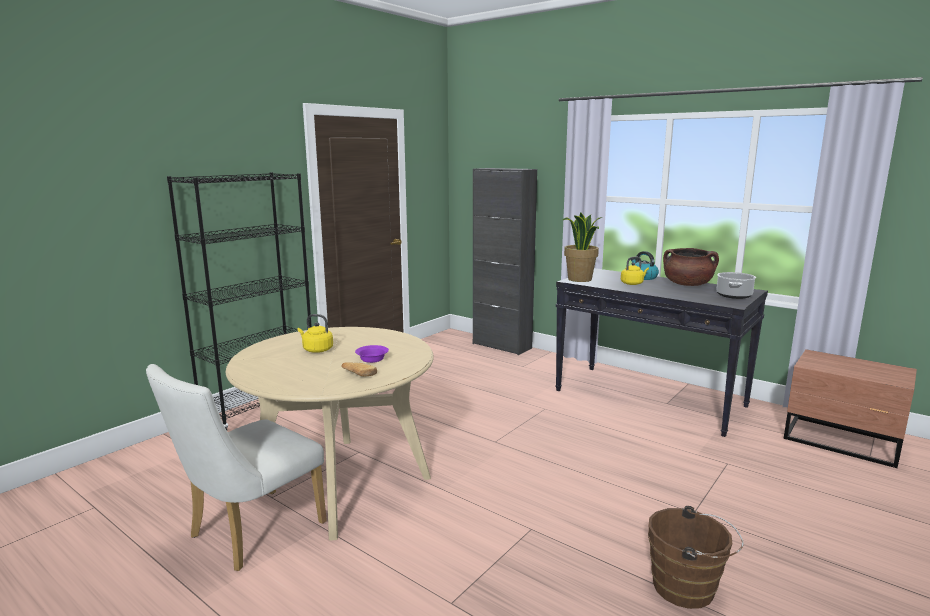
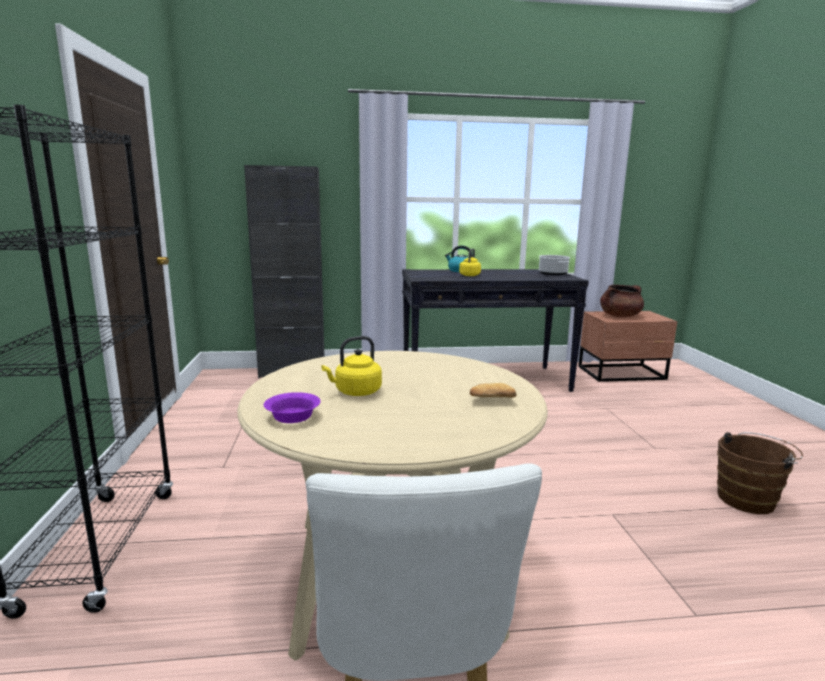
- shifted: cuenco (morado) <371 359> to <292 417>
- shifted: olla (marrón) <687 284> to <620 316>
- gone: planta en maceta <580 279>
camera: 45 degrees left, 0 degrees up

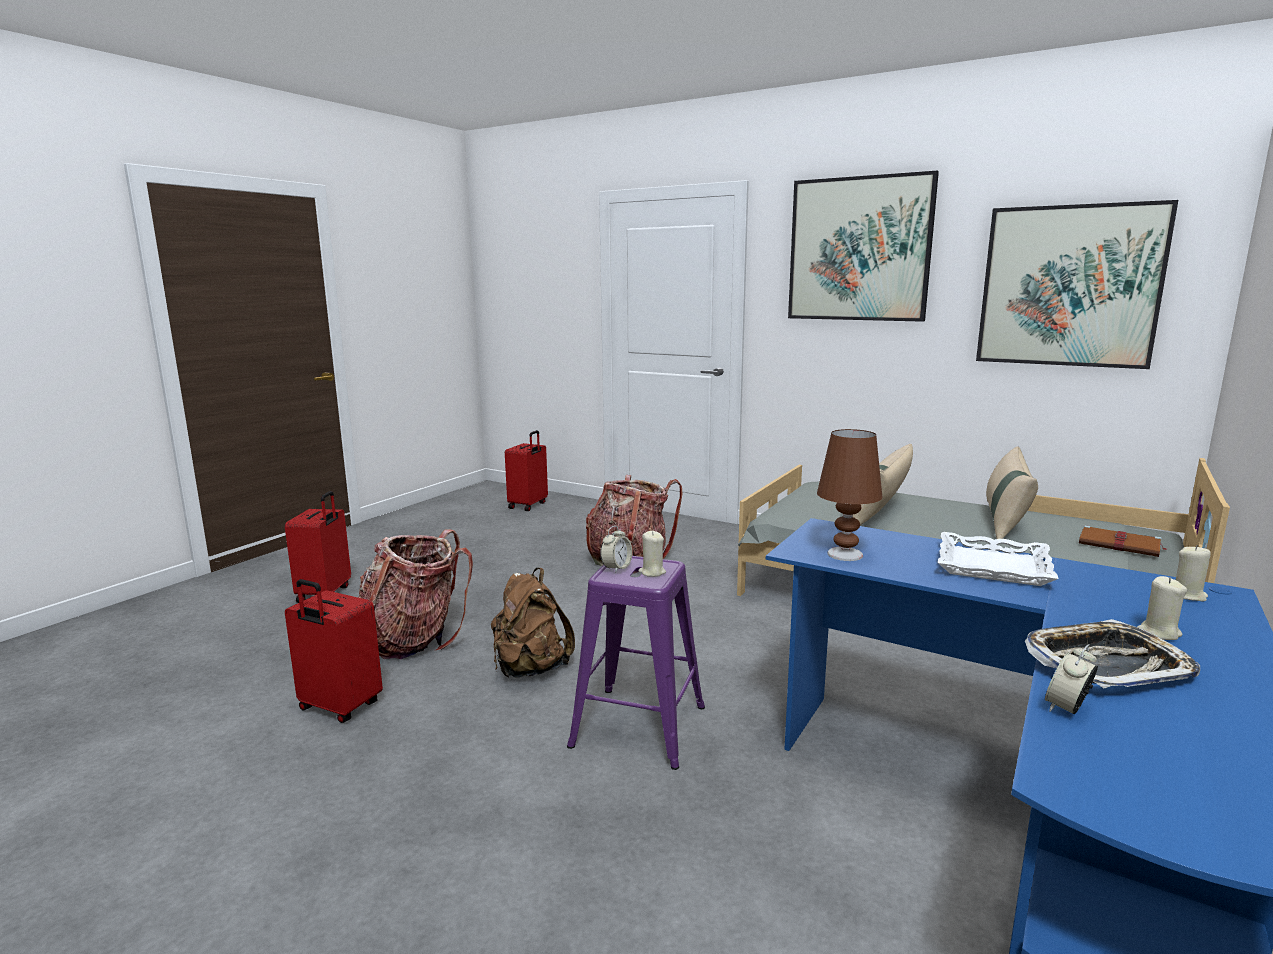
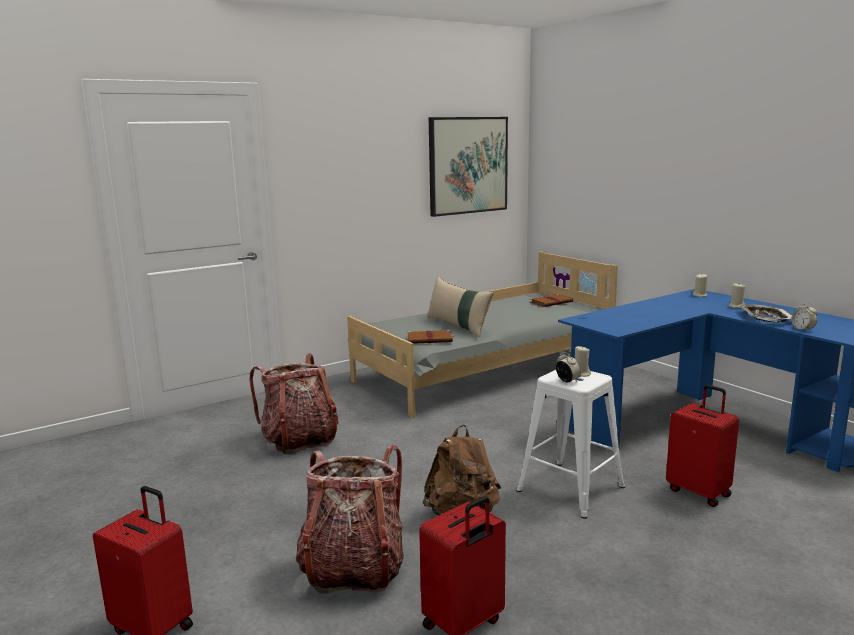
- new: libro (marrón) <430 339>
- repainted: taburete (morado) <637 724> to taburete (blanco) <569 488>
- shifted: maleta (rojo) <528 505> to <699 492>
- gone: cuadro <859 249>
- gone: lámpara de mesa (marrón) <845 554>
- gone: bandeja (blanco) <993 566>
- gone: cojín (beis) <1005 522>
camera: 65 degrees left, 0 degrees up

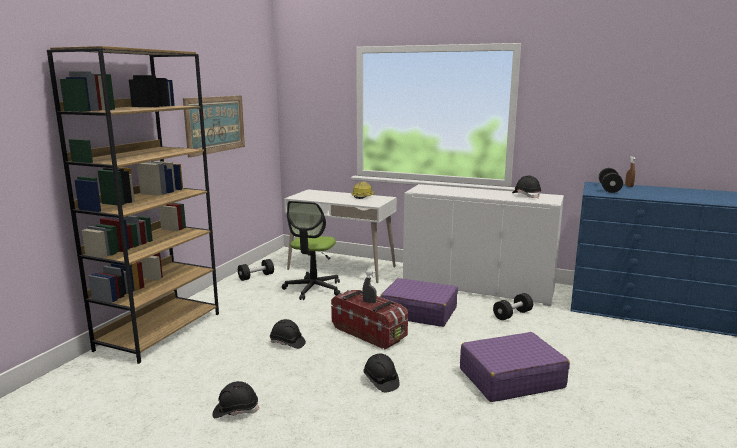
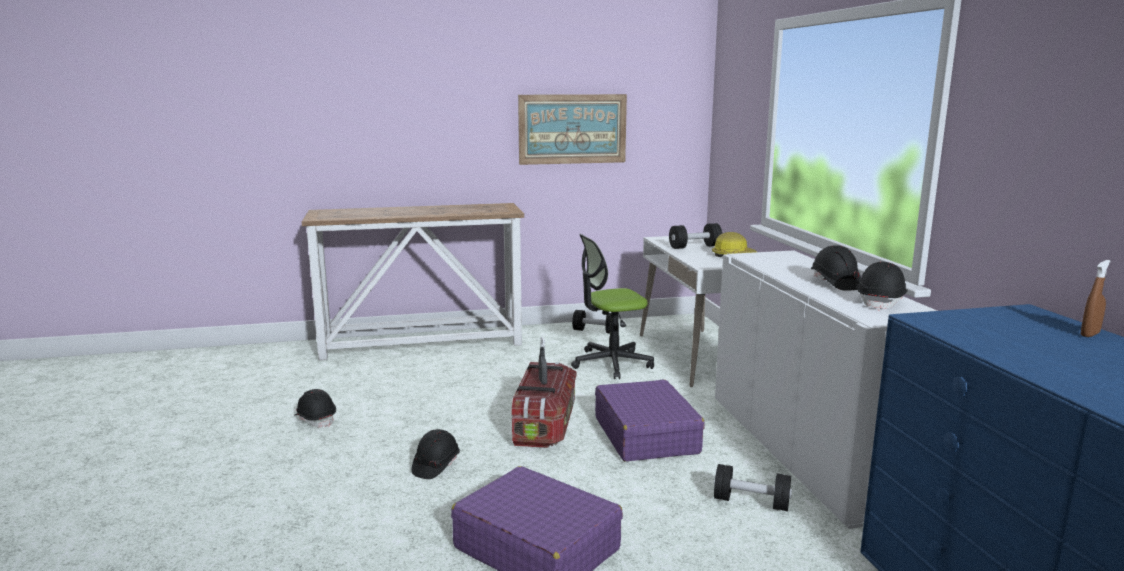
- swapped: estantería (marrón) <160 331> to mesa consola <423 342>
- shifted: mancuerna (negro) <609 189> to <695 247>
- shifted: casco (negro) <287 343> to <835 283>
camera: 55 degrees right, 0 degrees up

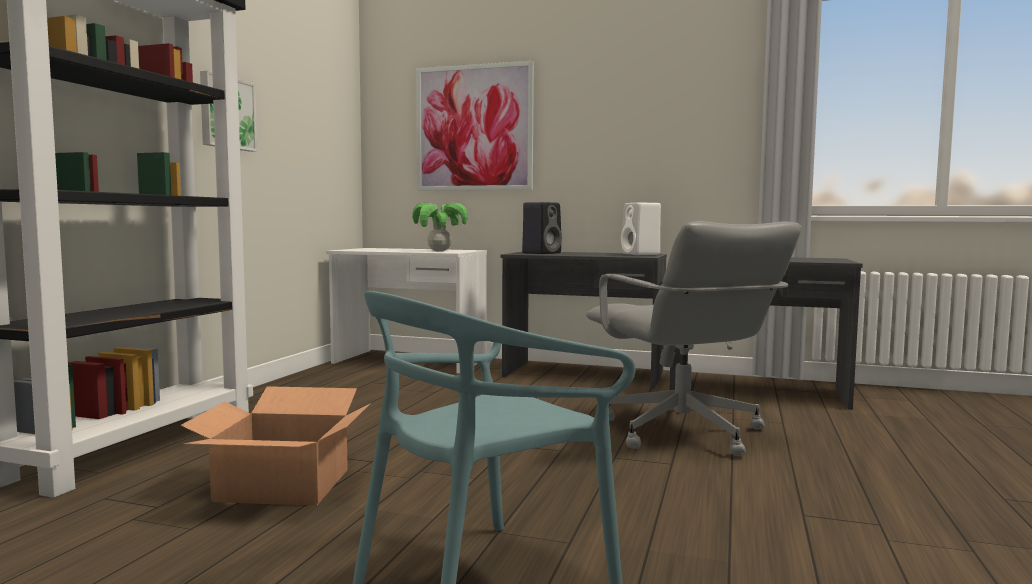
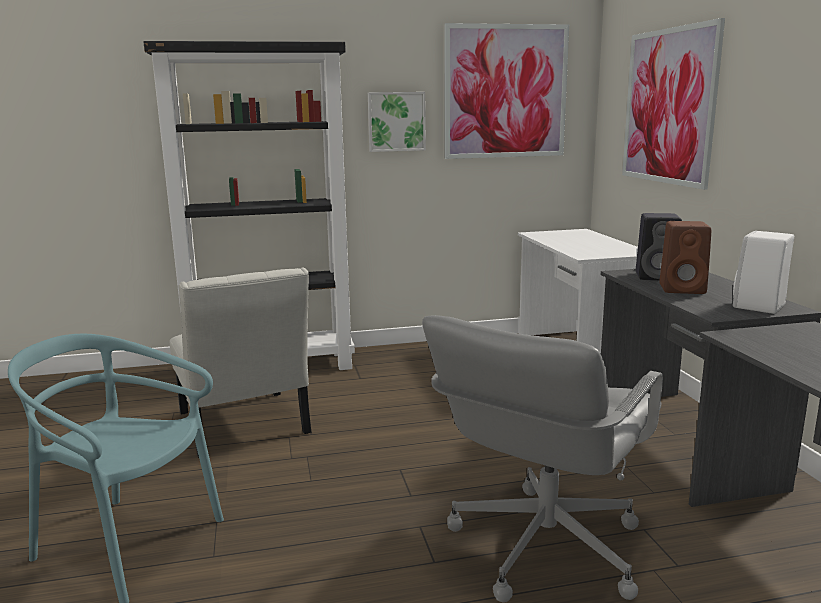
- swapped: caja de cartón <283 486> to silla (blanco) <244 427>
- new: cuadro <505 92>
- new: altavoz (marrón) <683 289>
- gone: planta en maceta <439 251>
camera: 60 degrees right, 10 degrees up

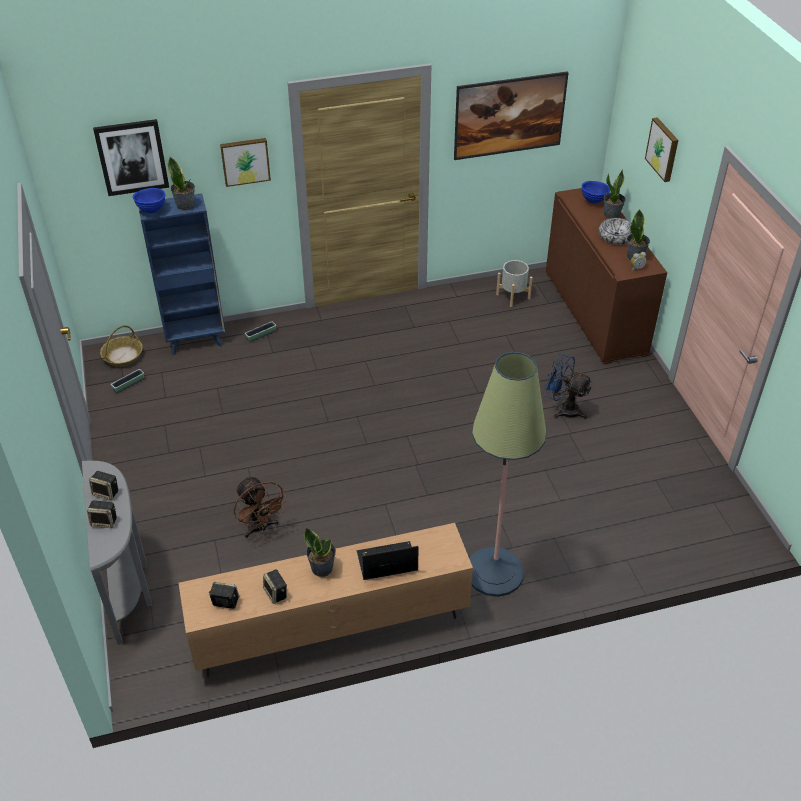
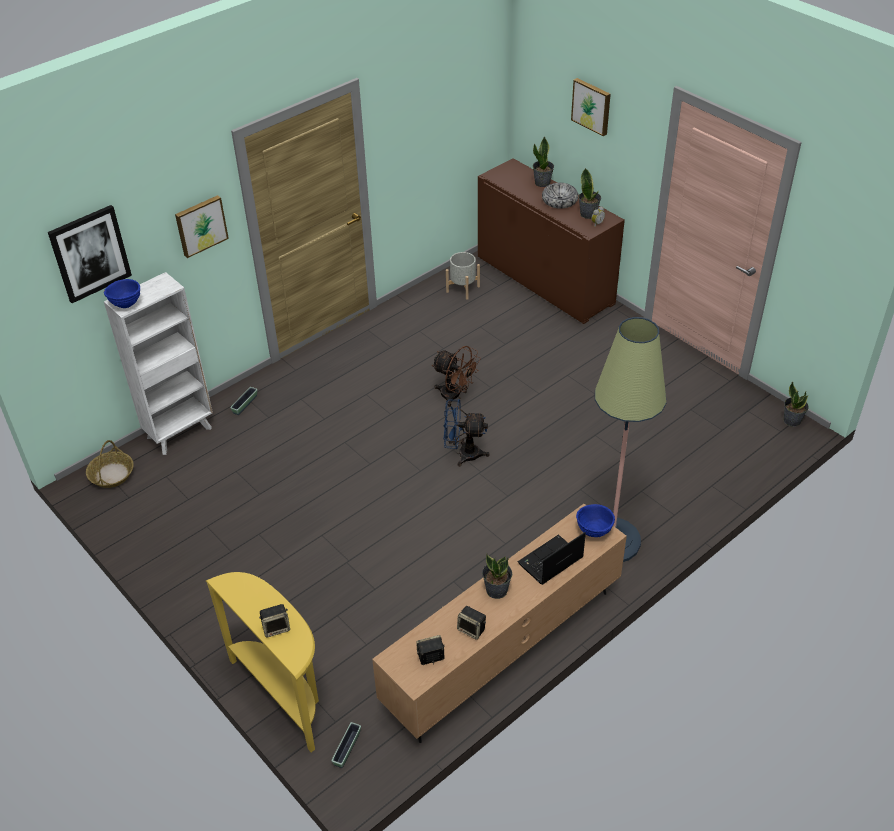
- repainted: estantería (azul) <196 340> to estantería (blanco) <180 432>
- repainted: mesa consola (gris) <130 587> to mesa consola (amarillo) <284 694>
- shifted: maceta <129 384> to <347 749>
- shifted: ventilador (marrón) <260 528> to <455 396>
- shifted: ventilador (azul) <563 409> to <463 454>
- shifted: cuenco (azul) <593 201> to <594 531>
- shifted: planta en maceta <185 205> to <792 420>
- gone: altavoz <106 493>
- gone: cuadro <508 133>
camera: 25 degrees left, 0 degrees up

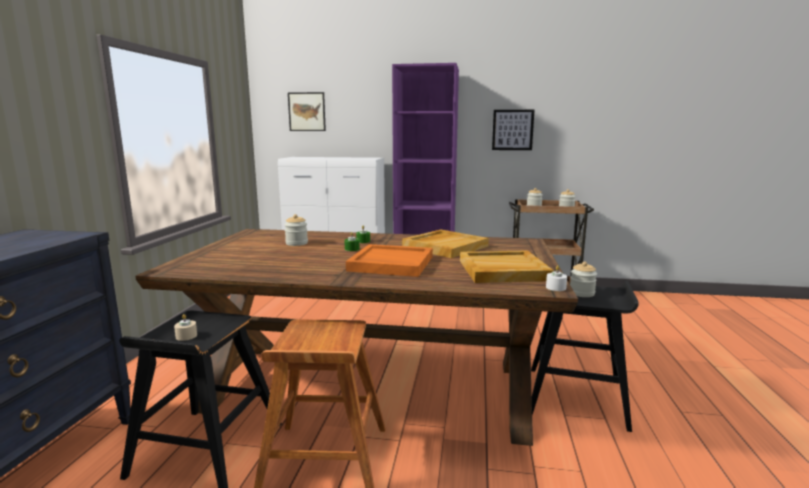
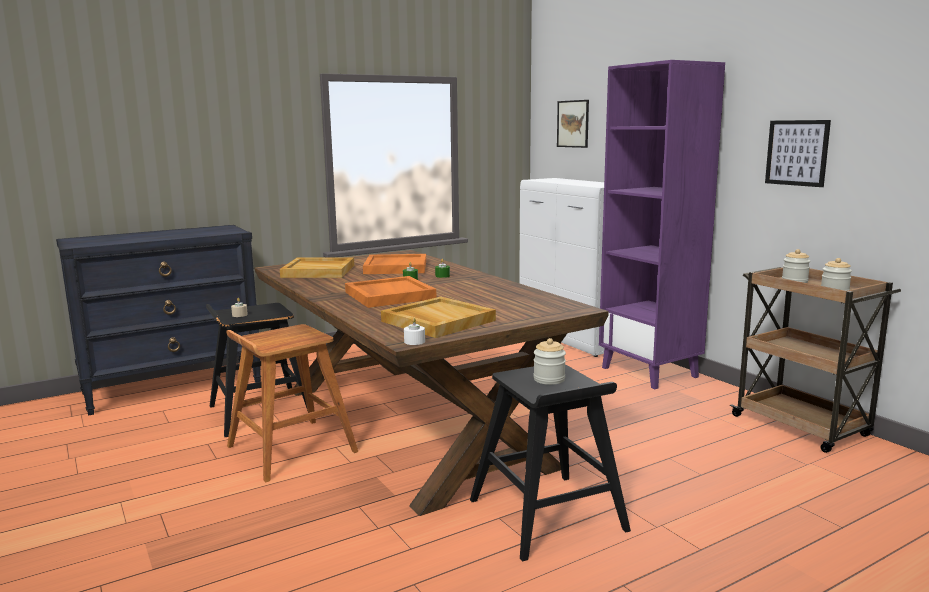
- shifted: bandeja (beis) <445 246> to <319 271>
- swapped: tarro <296 243> to bandeja (naranja) <395 267>
camera: 50 degrees right, 0 degrees up

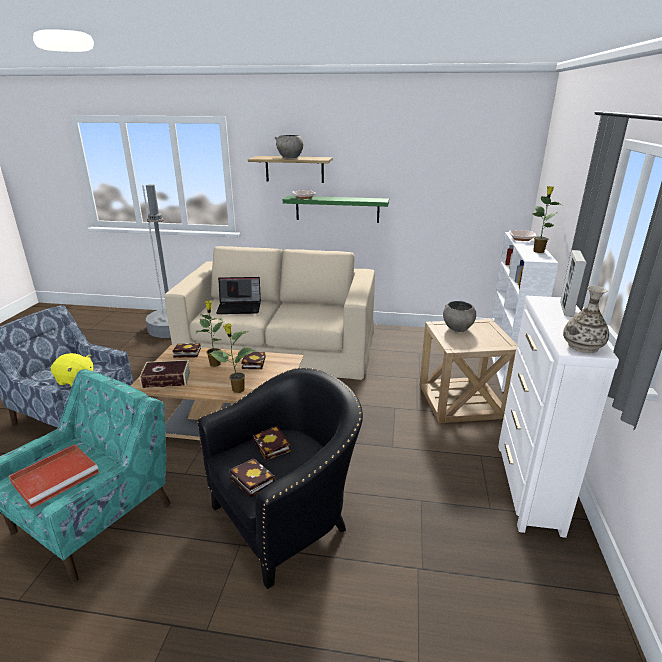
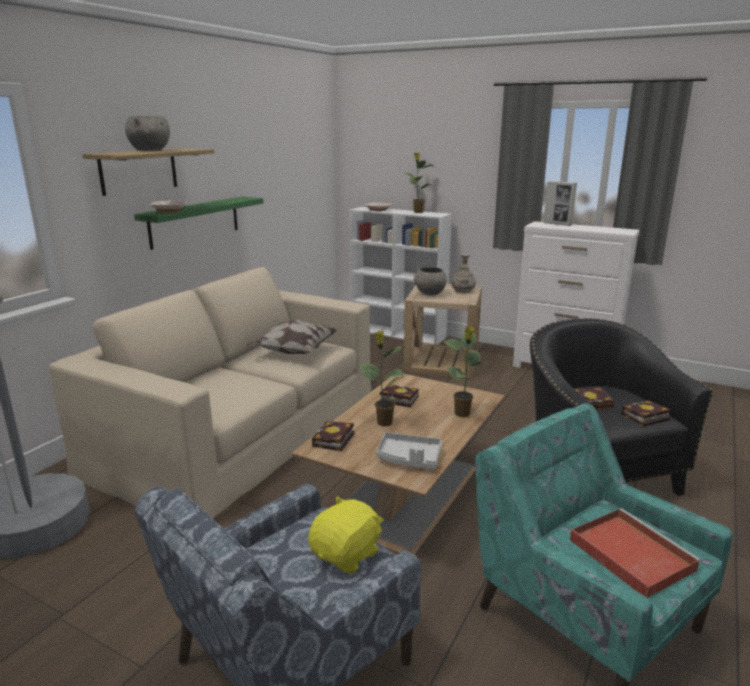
- new: cojín <293 352>
- swapped: libro <166 379> to bandeja (gris) <409 458>
- shifted: florero <582 346> to <463 291>
- gone: portátil <240 307>
camera: 70 degrees left, 5 degrees down

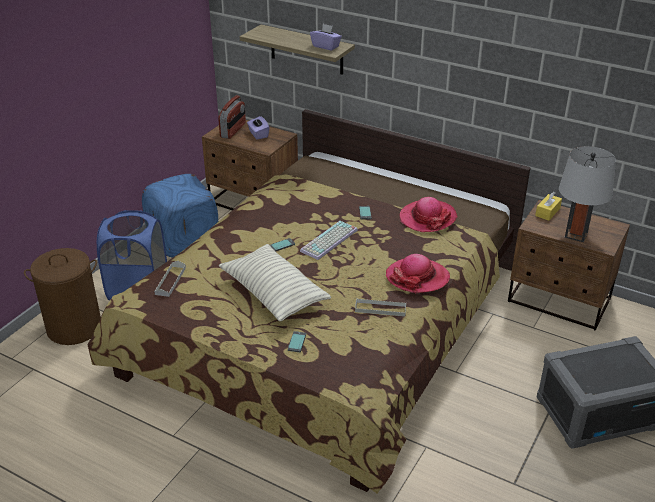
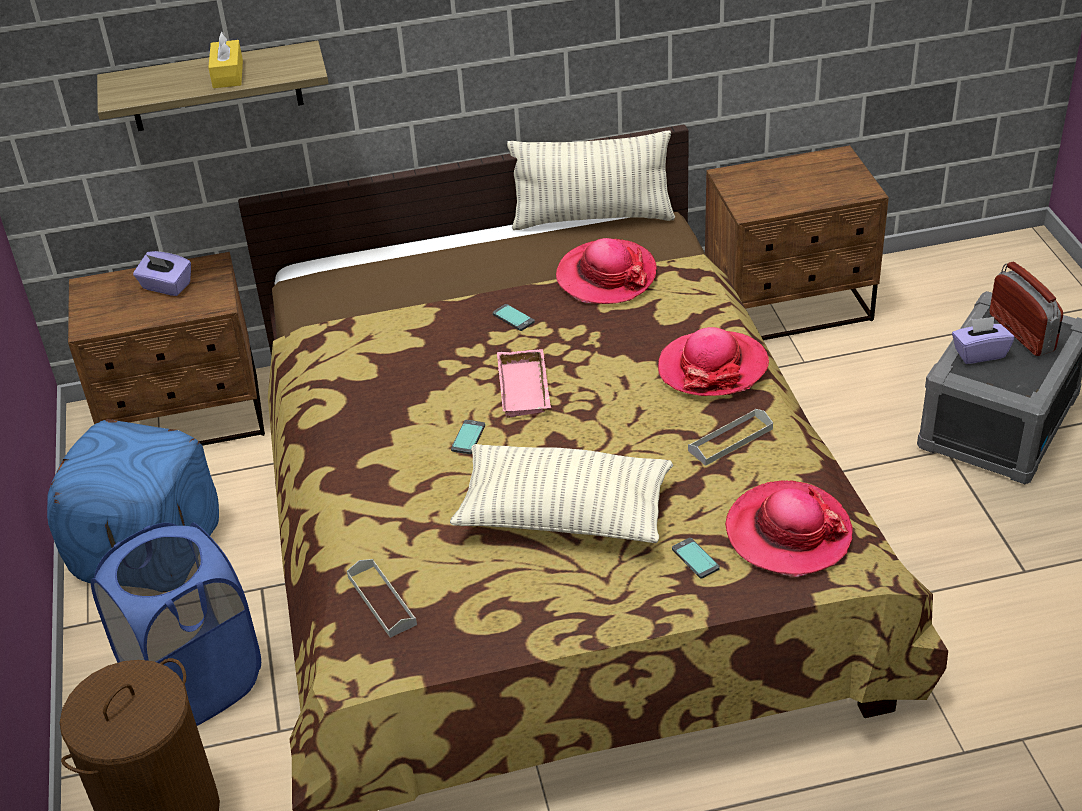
- shifted: caja de pañuelos (amarillo) <547 212> to <228 74>
- swapped: teclado <329 241> to bandeja (rosa) <526 389>
- new: cojín <593 218>
- new: sombrero <788 532>
- shifted: caja de pañuelos (morado) <326 46> to <979 353>
- shifted: radio <233 130> to <1022 332>
- gone: lámpara de mesa (gris) <576 234>
camera: 40 degrees left, 5 degrees up

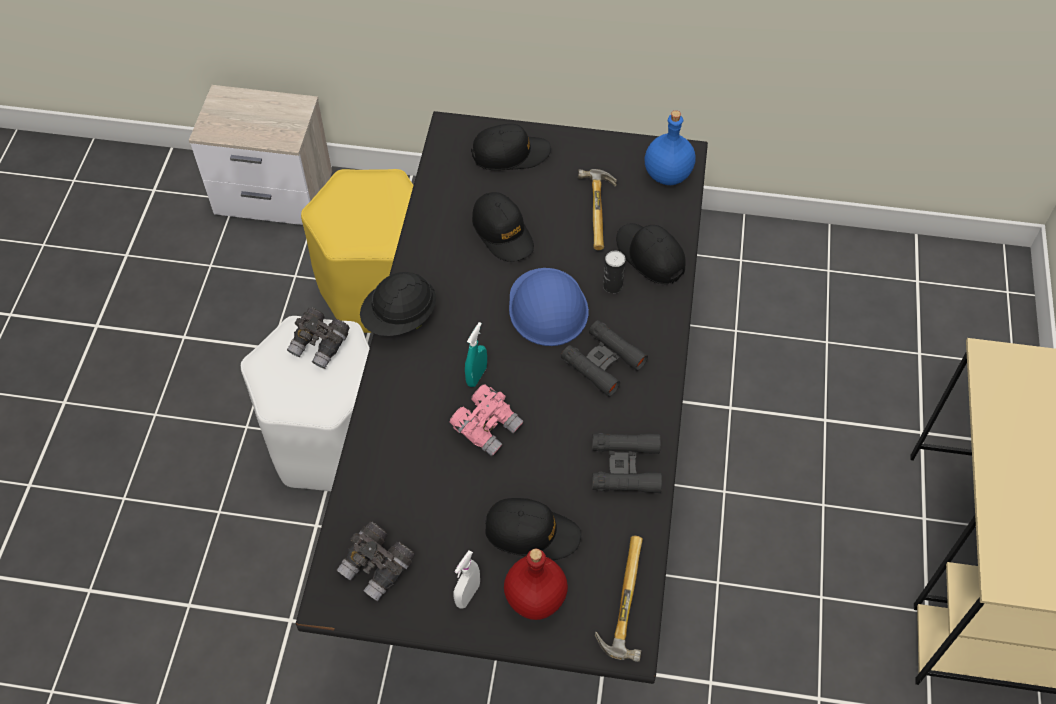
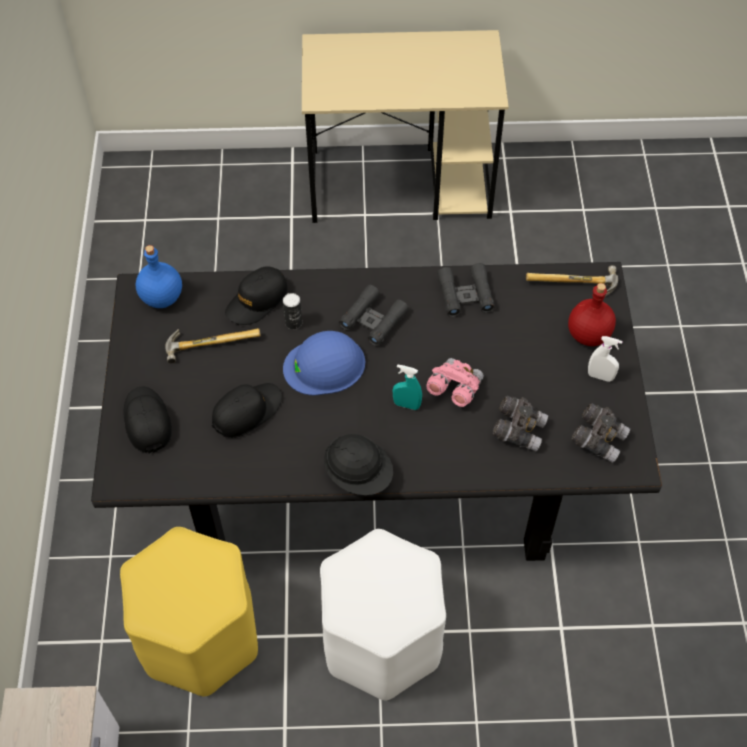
- shifted: prismáticos (gris) <320 345> to <518 430>
- gone: gorra (negro) <532 533>
camera: 100 degrees left, 0 degrees up

